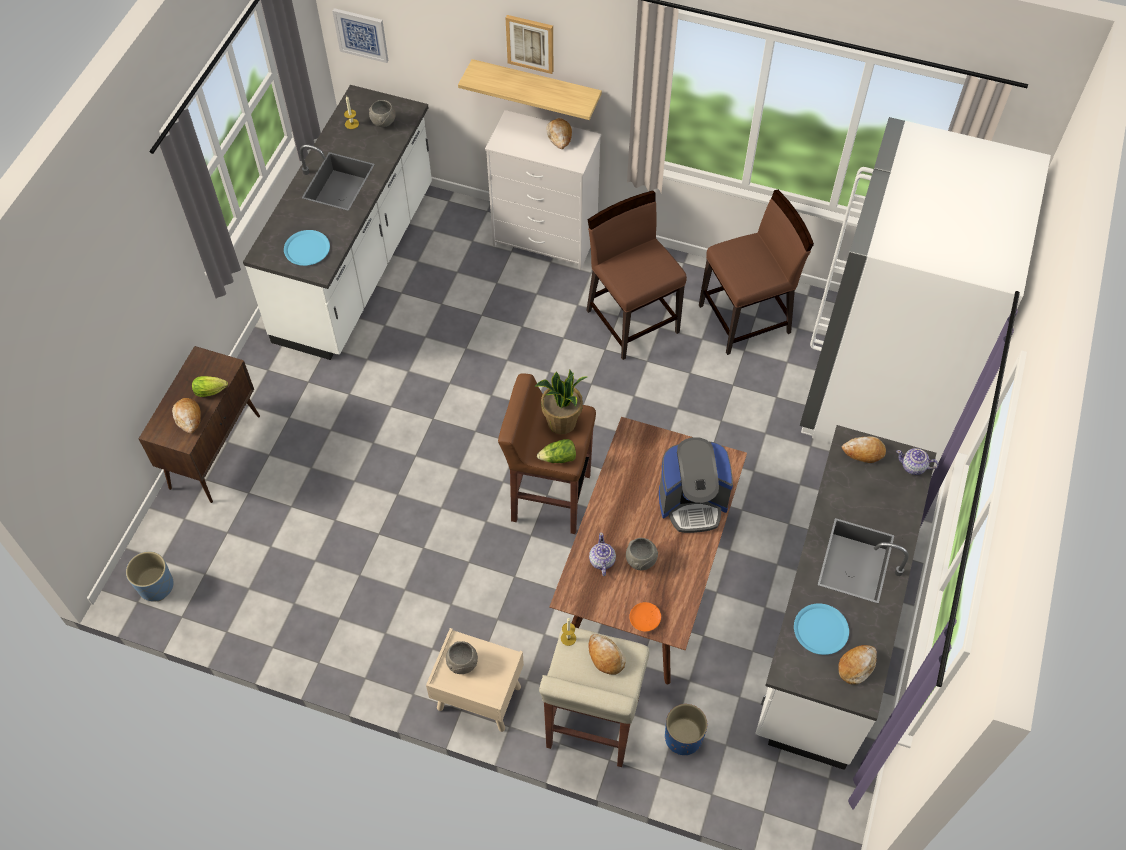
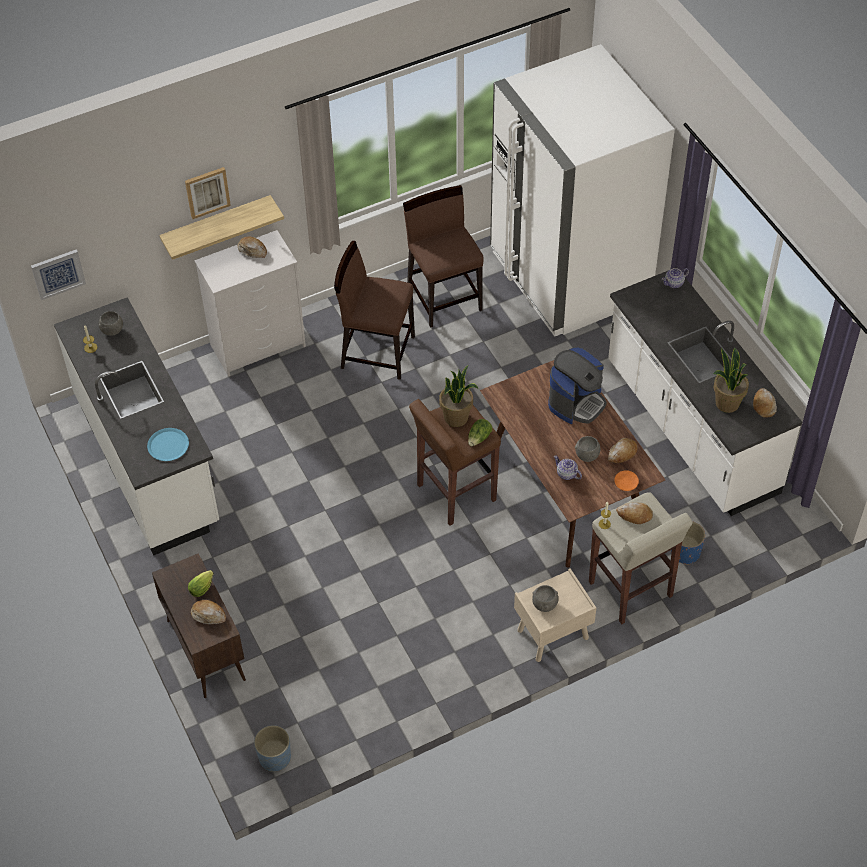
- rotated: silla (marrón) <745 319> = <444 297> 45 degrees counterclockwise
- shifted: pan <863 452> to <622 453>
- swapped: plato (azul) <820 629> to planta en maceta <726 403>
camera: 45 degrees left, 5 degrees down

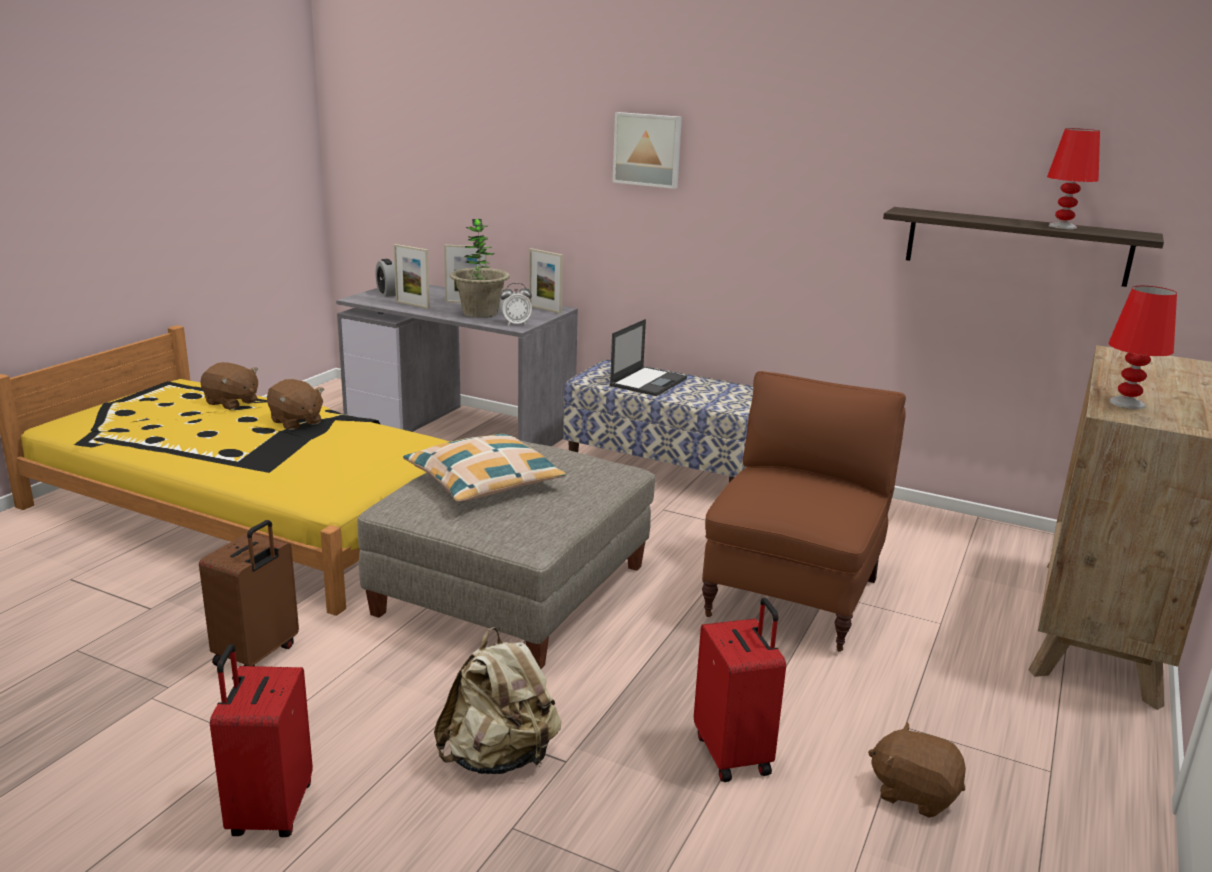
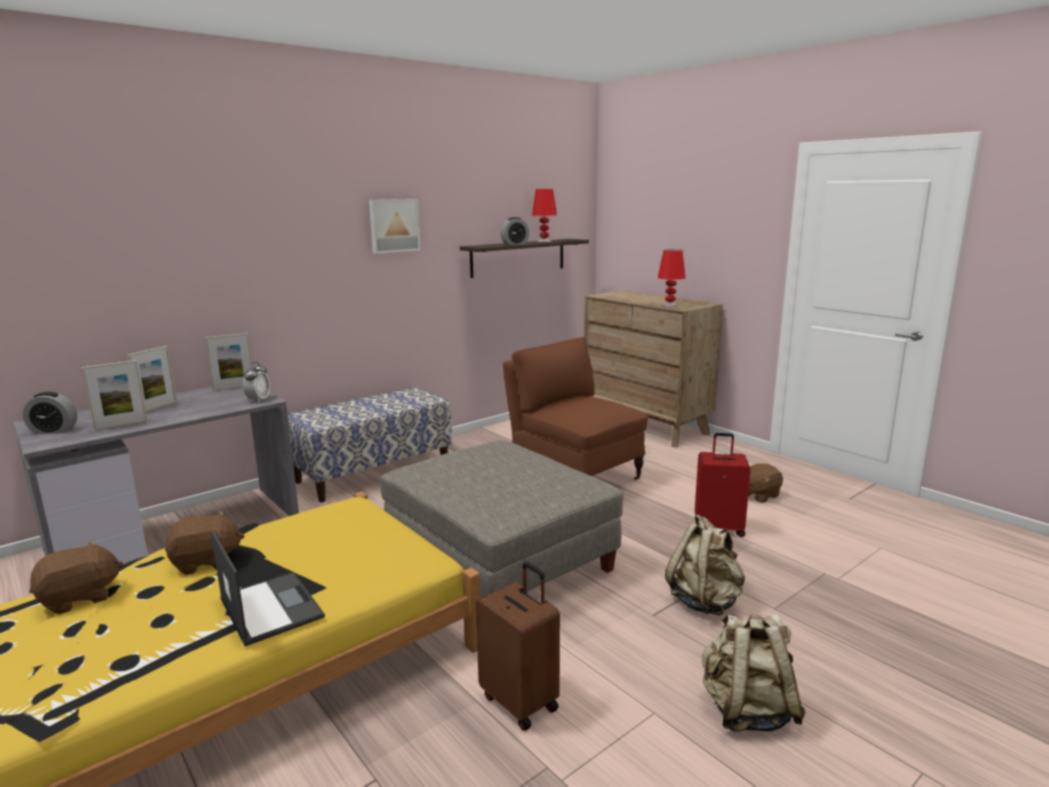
- shifted: portátil <648 382> to <270 607>
- shifted: cuadro <648 149> to <393 225>
- new: despertador <515 244>
- swapped: maleta (rojo) <269 811> to mochila (beis) <746 711>
- gone: cojín <484 481>
- gone: planta en maceta <480 313>
camera: 65 degrees left, 5 degrees down

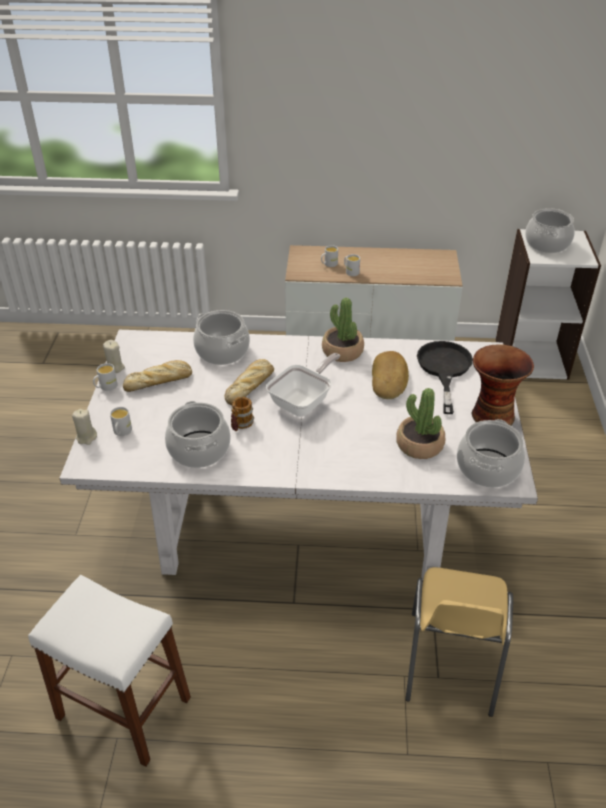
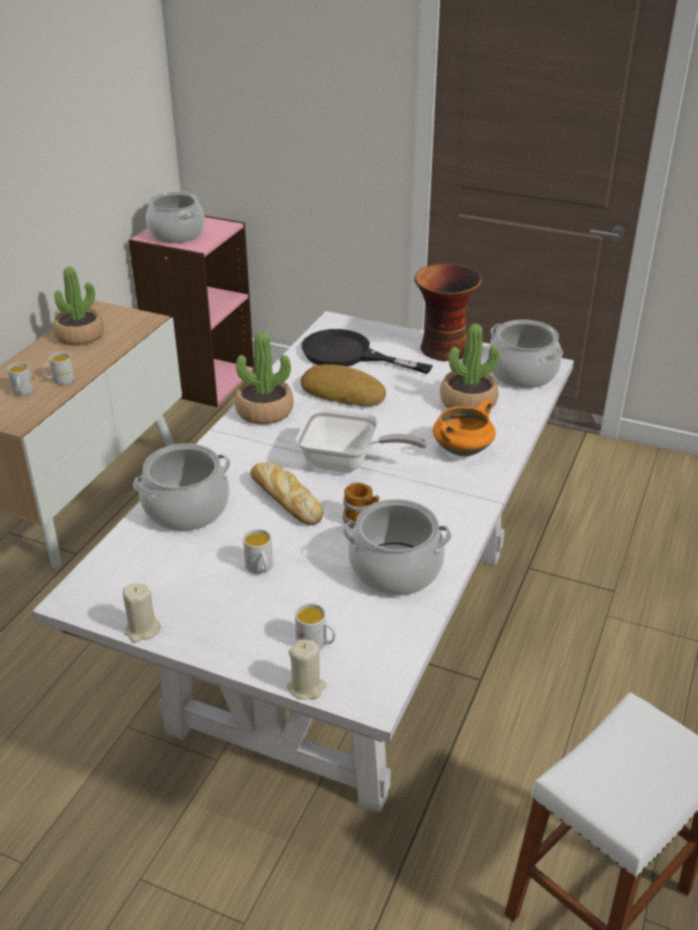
- new: planta en maceta <80 336>
- repainted: estantería (blanco) <531 358> to estantería (rosa) <201 379>
- shifted: taza grande (blanco) <106 387> to <260 568>
- rotated: sartén <304 402> = <347 462> 135 degrees clockwise
- new: olla (naranja) <462 449>
- gone: pan <159 381>
- gone: silla (amarillo) <450 663>
camera: 70 degrees left, 5 degrees down

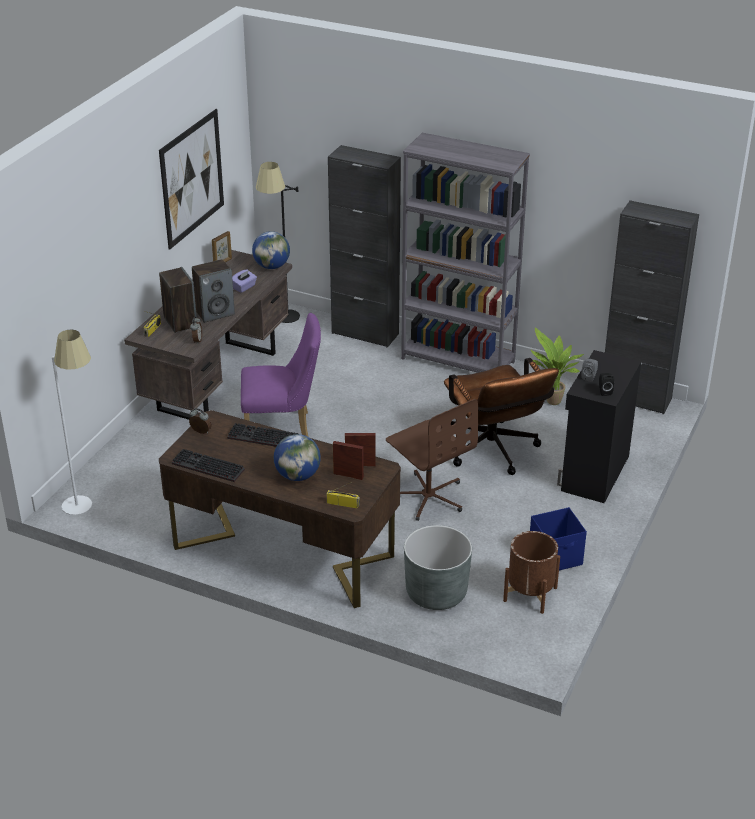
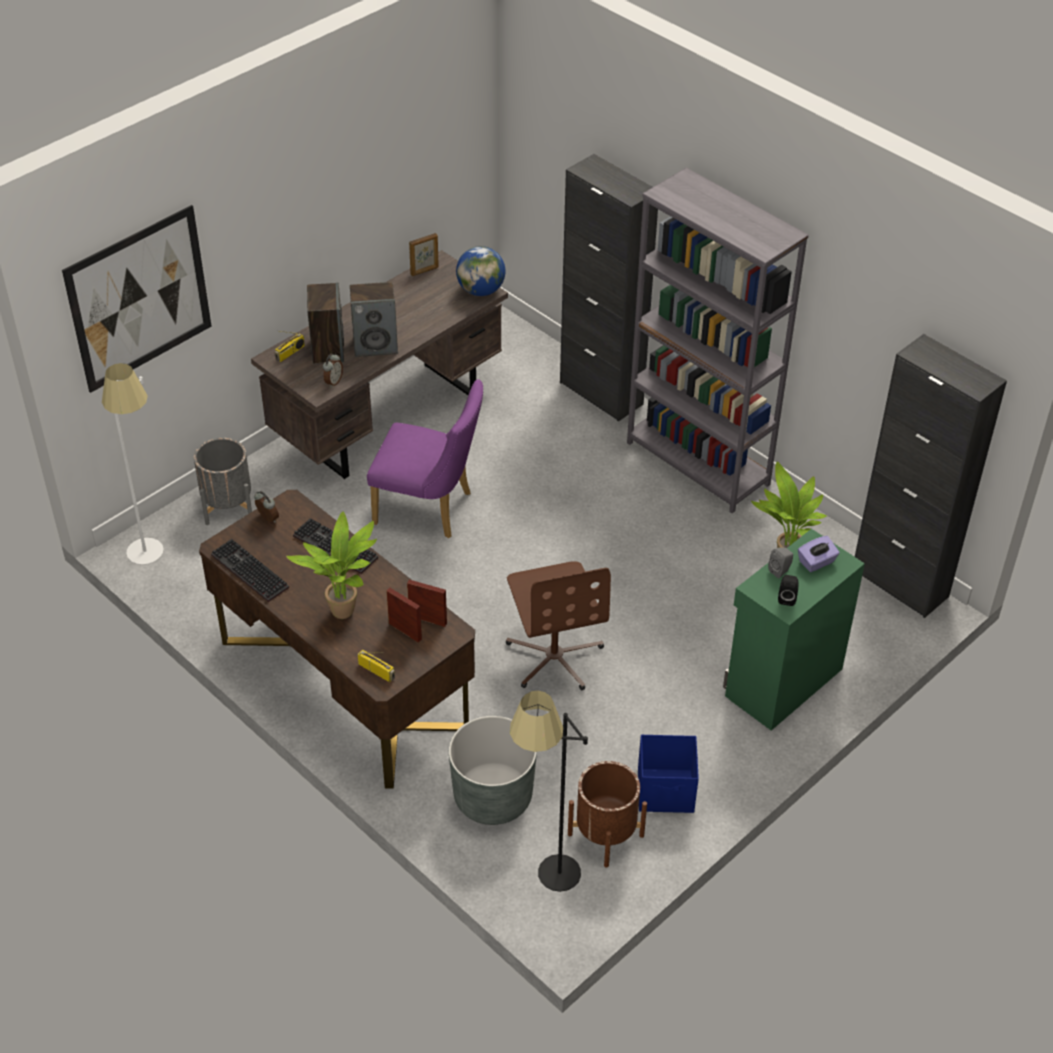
- shifted: cuadro <192 178> to <139 299>
- new: maceta (gris) <228 506>
- swapped: globo terráqueo <297 476> to planta en maceta <345 614>
- shifted: lámpara de pie (negro) <282 322> to <546 885>
- repainted: armario (negro) <593 473> to armario (verde) <781 682>
- shifted: caja de pañuelos (morado) <244 287> to <816 562>
- gone: silla de oficina (marrón) <494 453>
camera: 20 degrees right, 10 degrees up

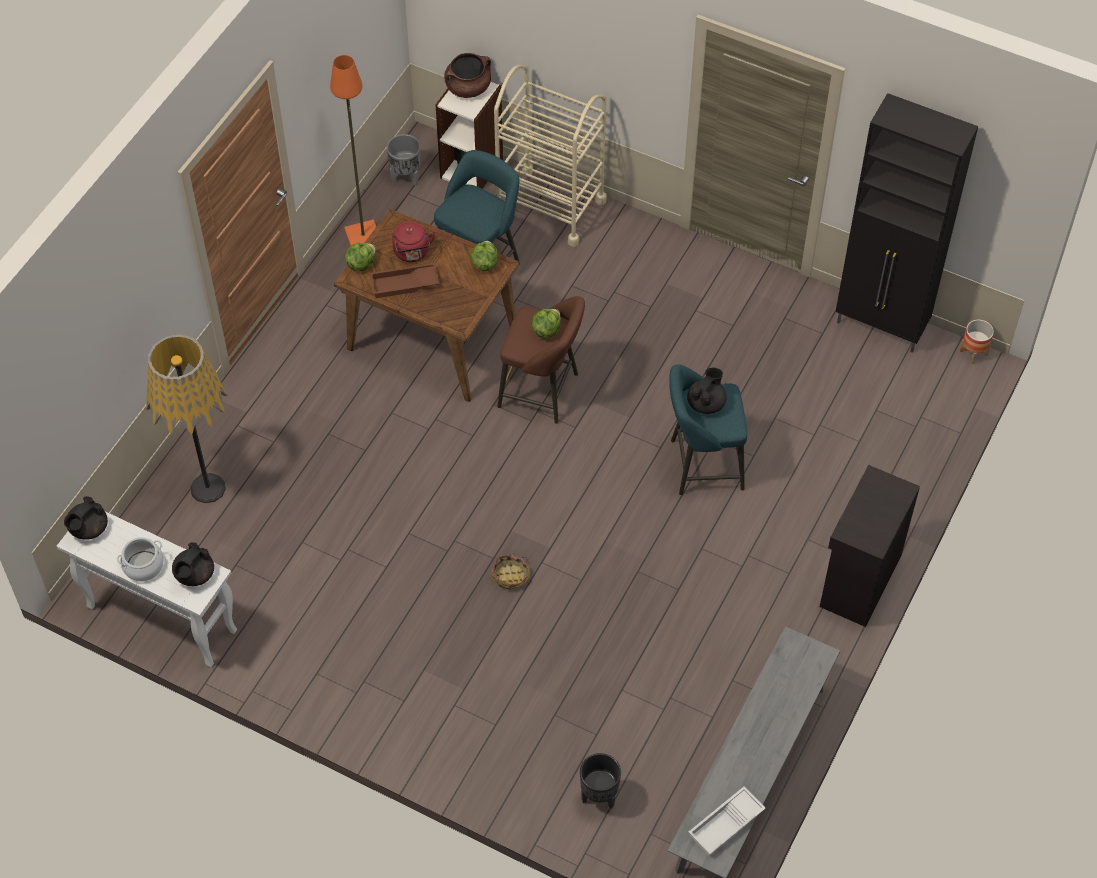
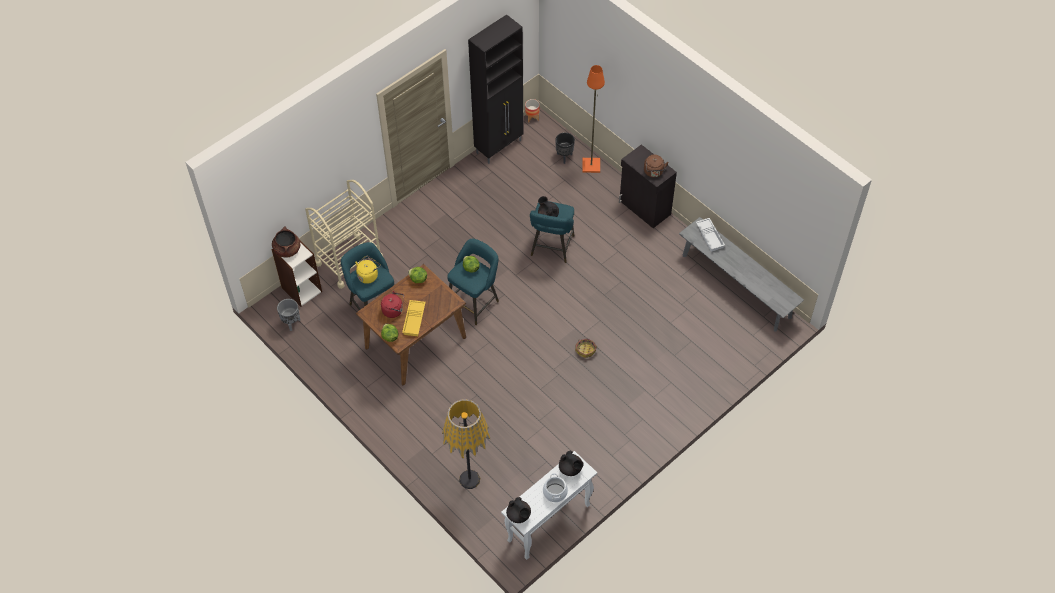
- new: hervidor (amarillo) <368 275>
- repainted: bandeja (marrón) <404 284> to bandeja (amarillo) <414 320>
- repainted: taburete (marrón) <543 392> to taburete (turquesa) <475 302>
- shifted: maceta (negro) <599 796> to <564 157>
- shifted: lámpara de pie (naranja) <364 237> to <591 165>
- new: hervidor (marrón) <654 172>
- shifted: bandeja (blanco) <726 825> to <710 236>
camera: 70 degrees left, 0 degrees up

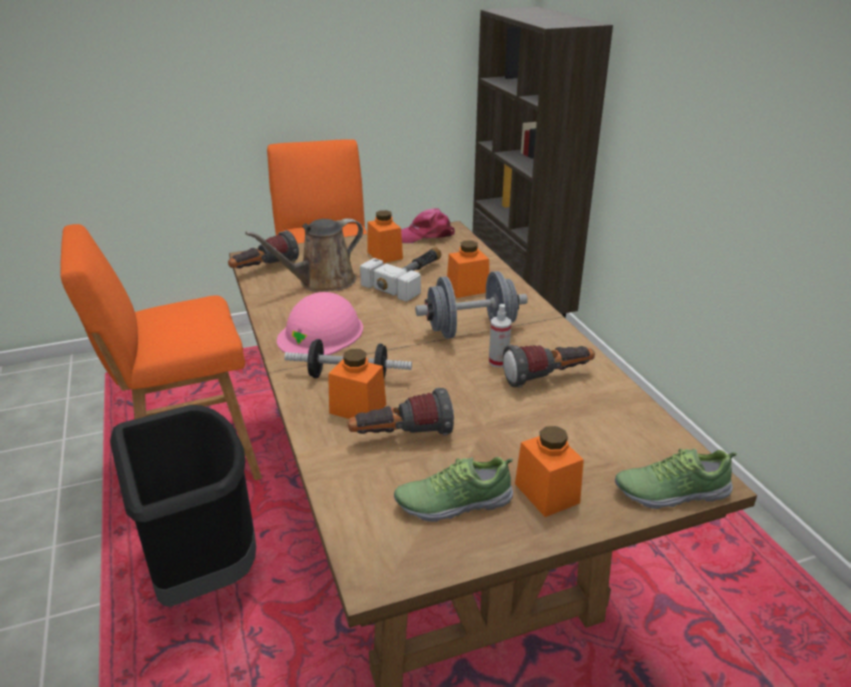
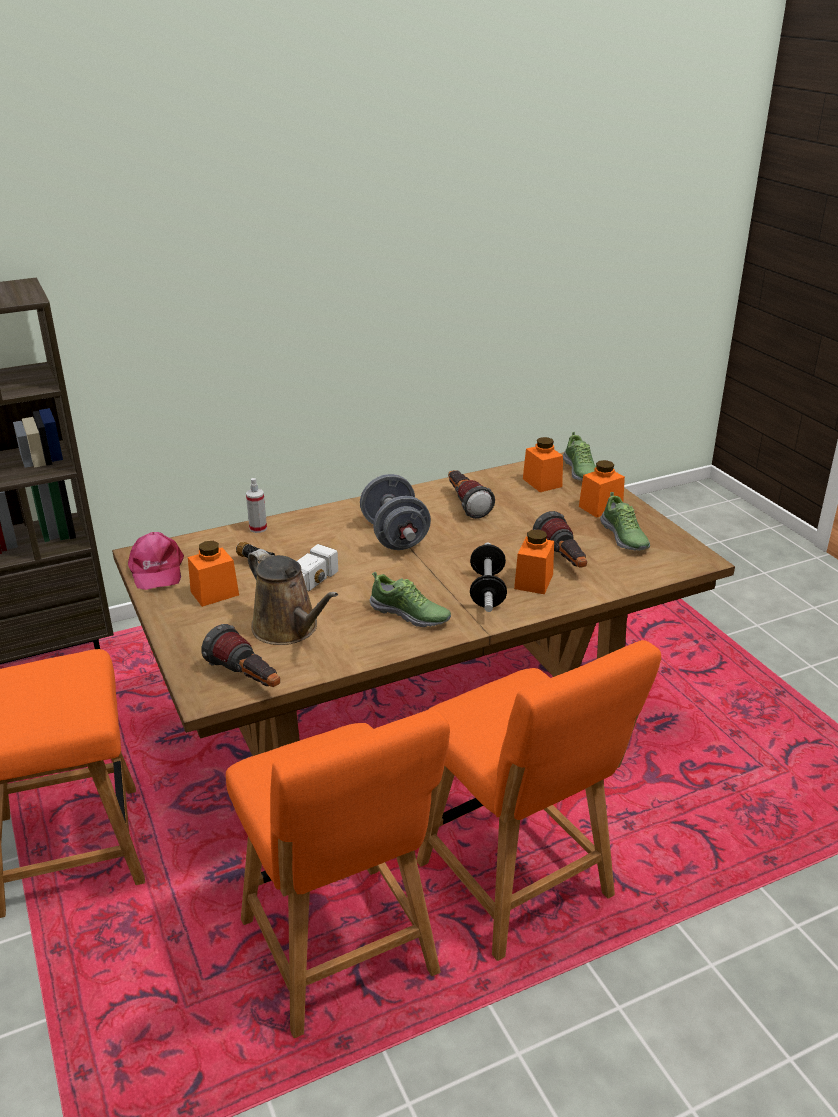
- shifted: pulverizador <498 362> to <258 528>
- swapped: casco (rosa) <321 333> to zapato <410 615>
- swapped: papelera (negro) <202 568> to silla (naranja) <519 886>
- shifted: tarro (naranja) <467 289> to <542 482>
camera: 95 degrees left, 0 degrees up

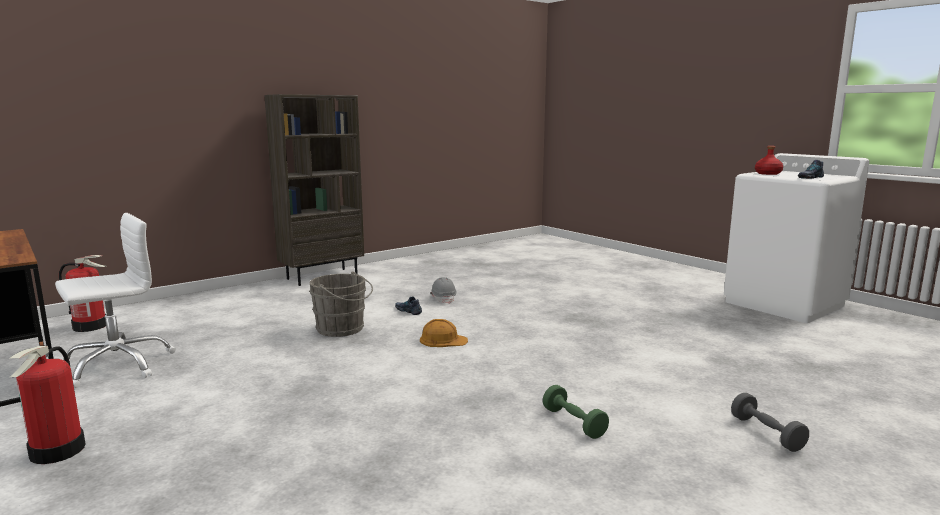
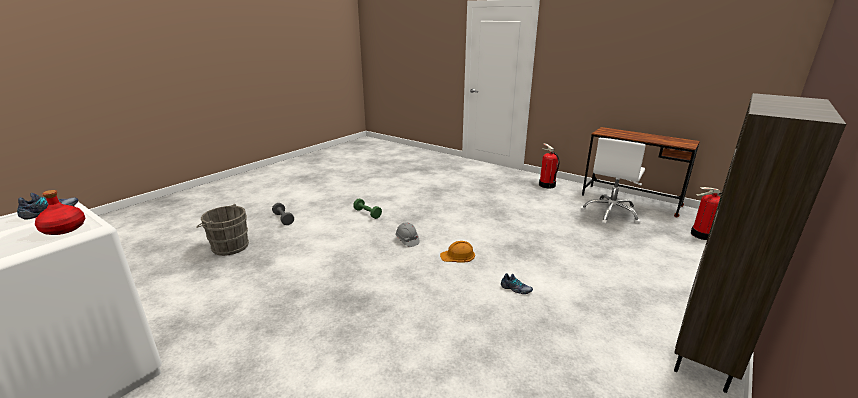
- shifted: cubo (gris) <342 329> to <228 246>
- shifted: casco (gris) <443 298> to <407 240>
camera: 165 degrees right, 10 degrees up

